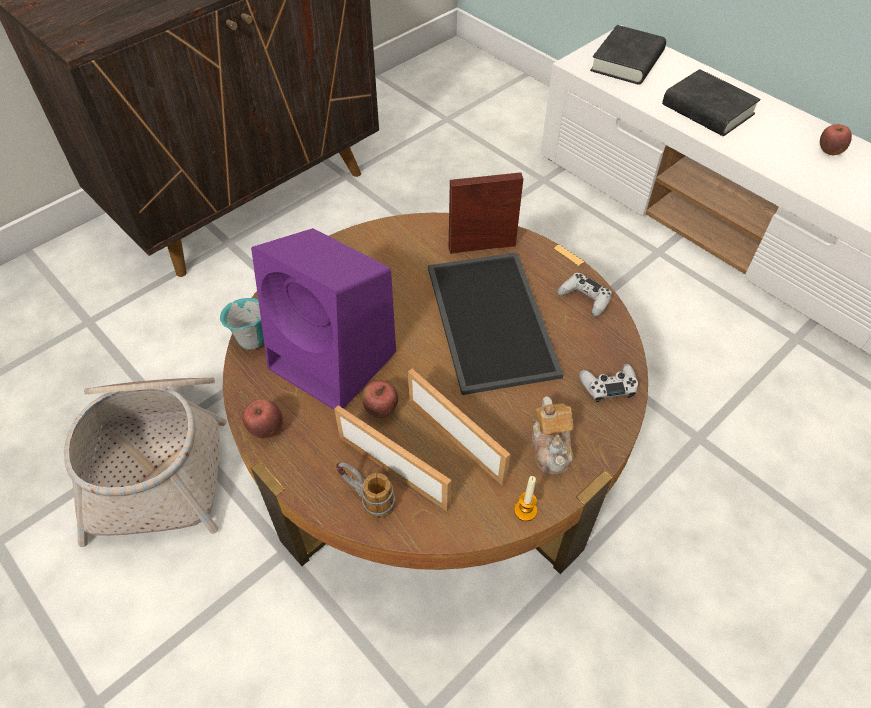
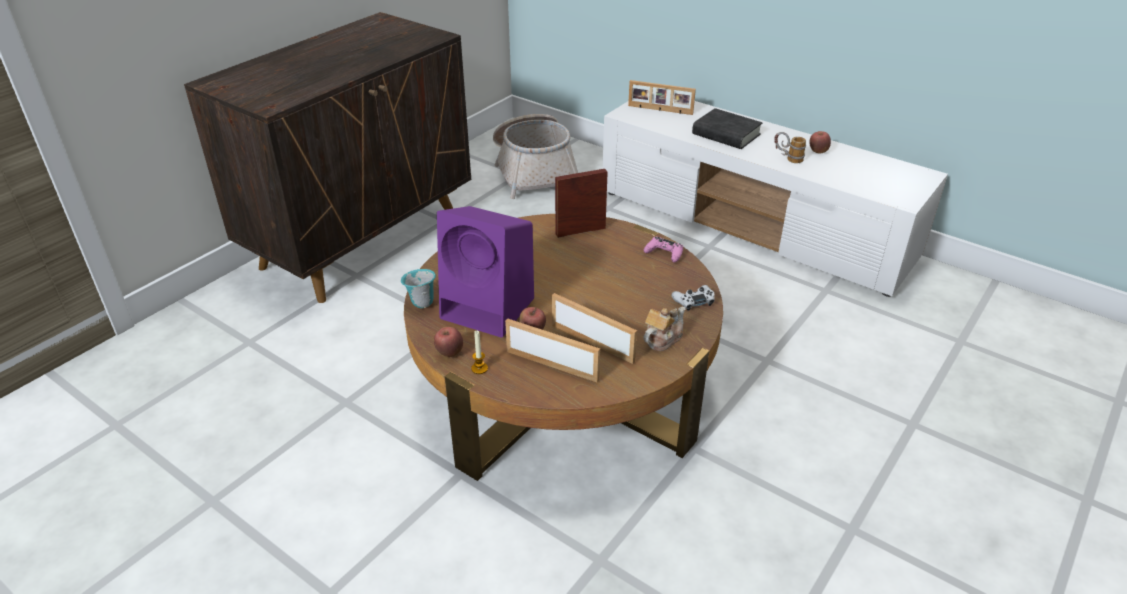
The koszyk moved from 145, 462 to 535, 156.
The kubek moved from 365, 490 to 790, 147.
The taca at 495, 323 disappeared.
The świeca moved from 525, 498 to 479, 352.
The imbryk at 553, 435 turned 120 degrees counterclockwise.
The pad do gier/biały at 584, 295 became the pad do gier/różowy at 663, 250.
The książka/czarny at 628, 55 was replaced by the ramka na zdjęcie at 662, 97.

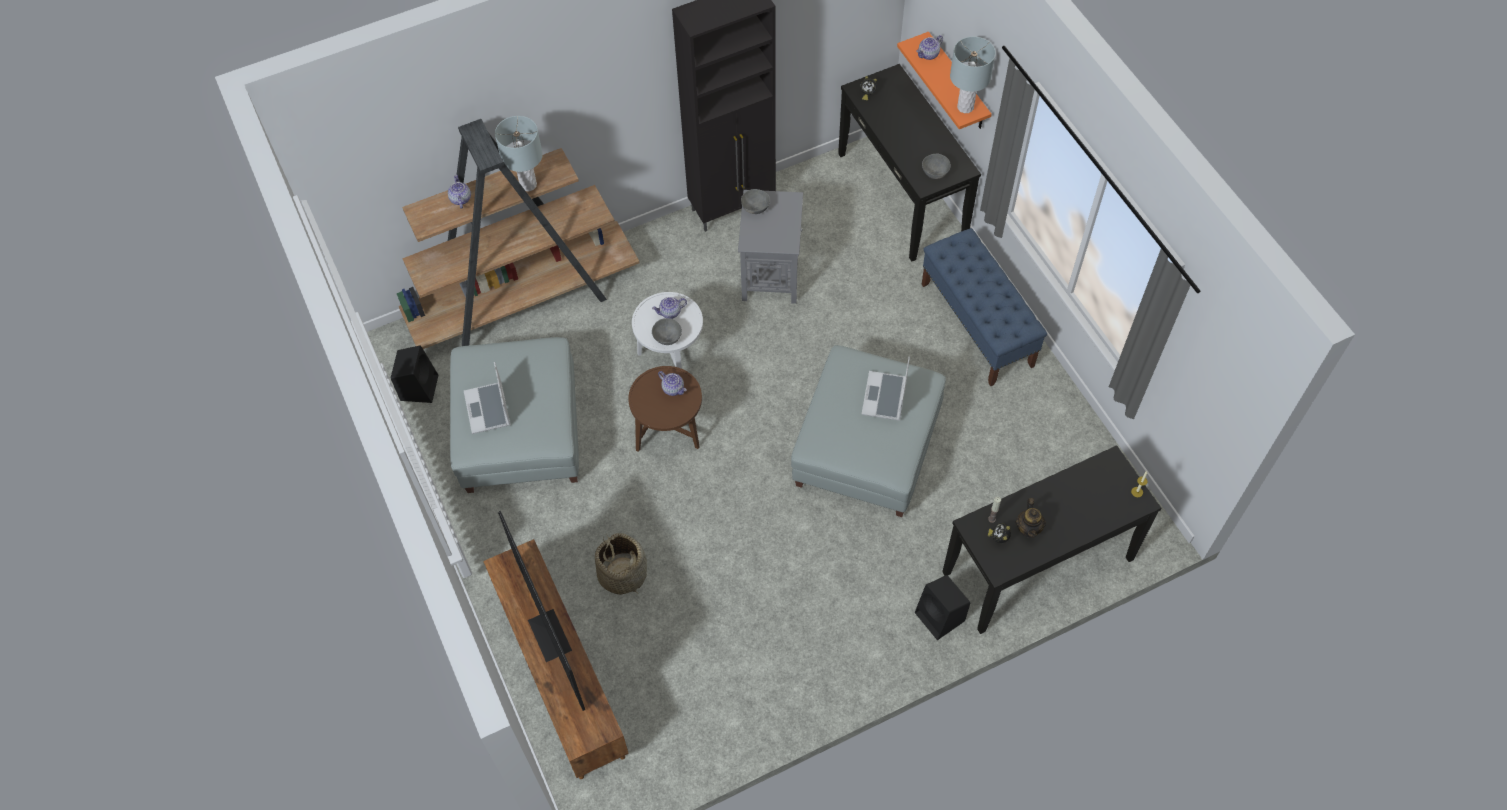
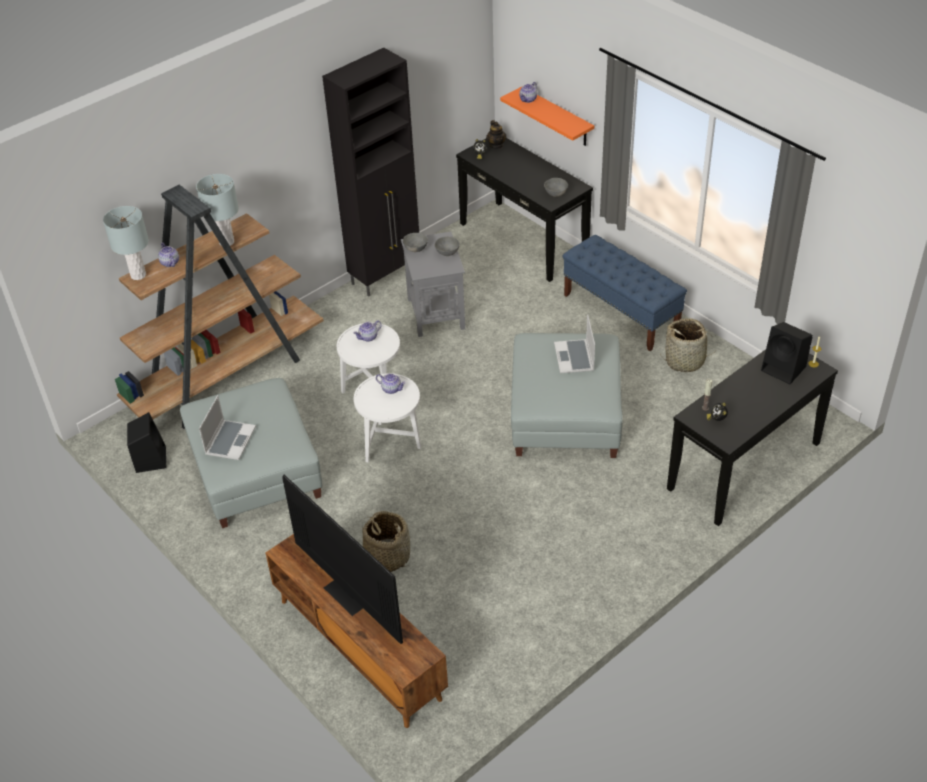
The laptop at 487, 398 turned 135 degrees counterclockwise.
The stolik/brązowy at 665, 409 became the stolik/biały at 387, 417.
The miska/szary moved from 667, 331 to 447, 246.
The głośnik/czarny moved from 942, 607 to 787, 353.
The lampa stołowa/szary moved from 973, 75 to 126, 243.
The imbryk moved from 1030, 518 to 496, 134.
The koszyk at 687, 345 appeared.

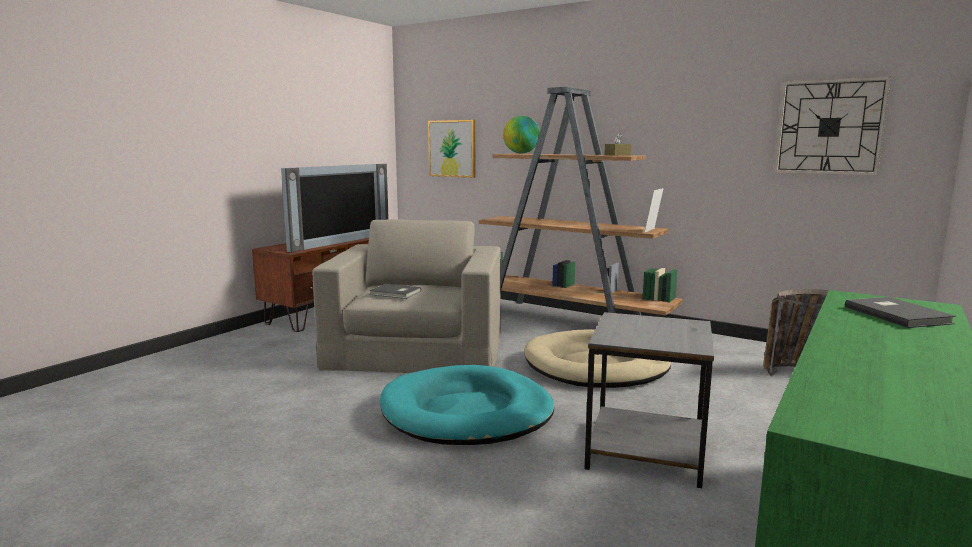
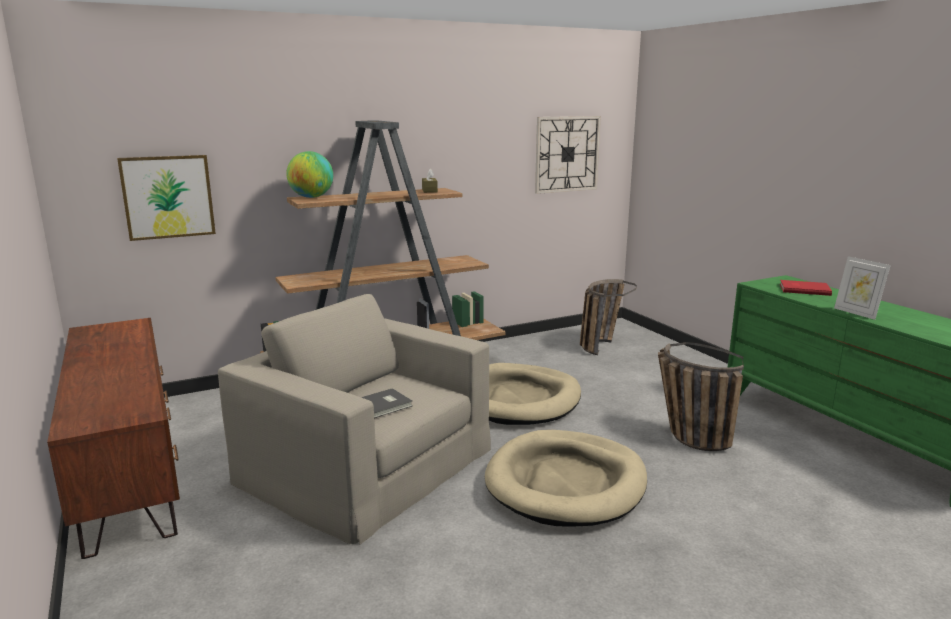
The telewizor at 335, 208 disappeared.
The legowisko/turkusowy at 467, 405 became the legowisko/beżowy at 566, 478.
The stolik/szary at 649, 400 was replaced by the koszyk at 701, 396.
The ramka na zdjęcie moved from 654, 210 to 862, 288.
The książka/szary at 900, 312 became the książka/czerwony at 806, 288.

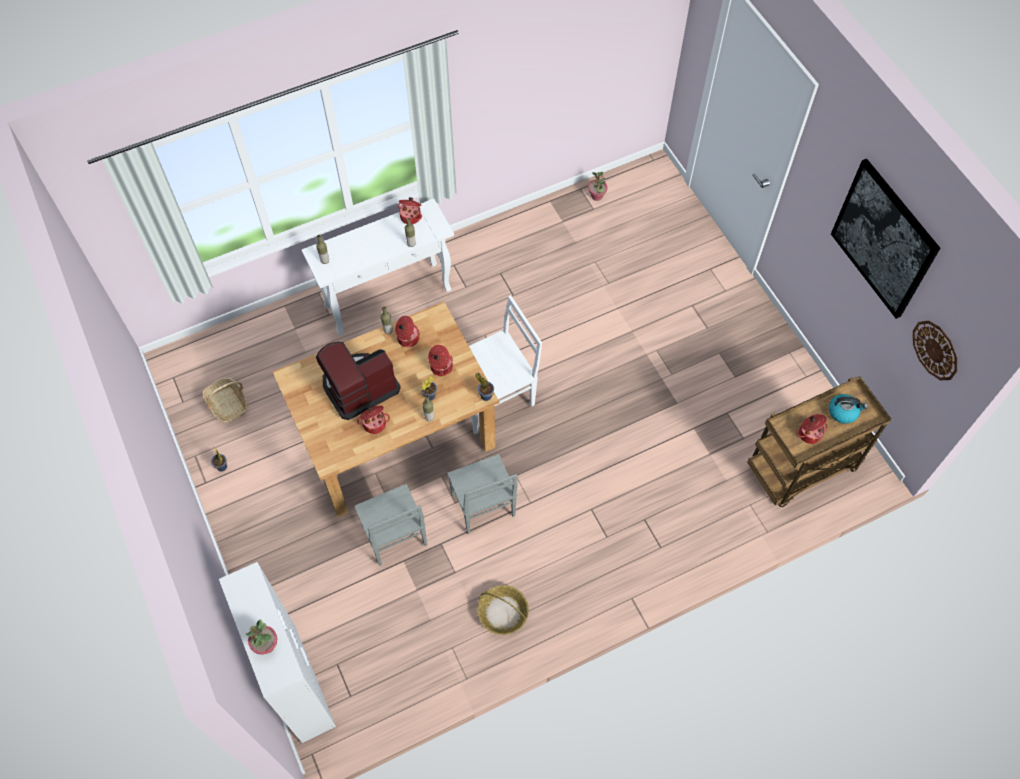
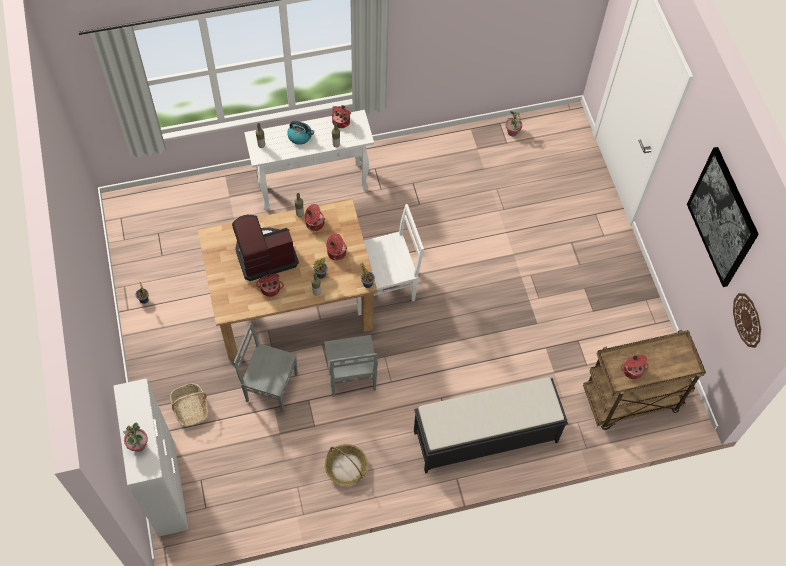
The koszyk moved from 225, 400 to 189, 405.
The krzesło/szary at 390, 525 turned 120 degrees clockwise.
The czajnik moved from 848, 409 to 300, 133.
The ławka/czarny at 491, 425 appeared.

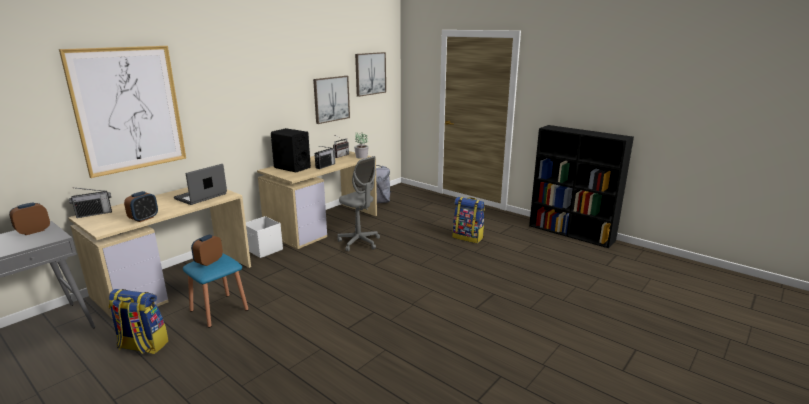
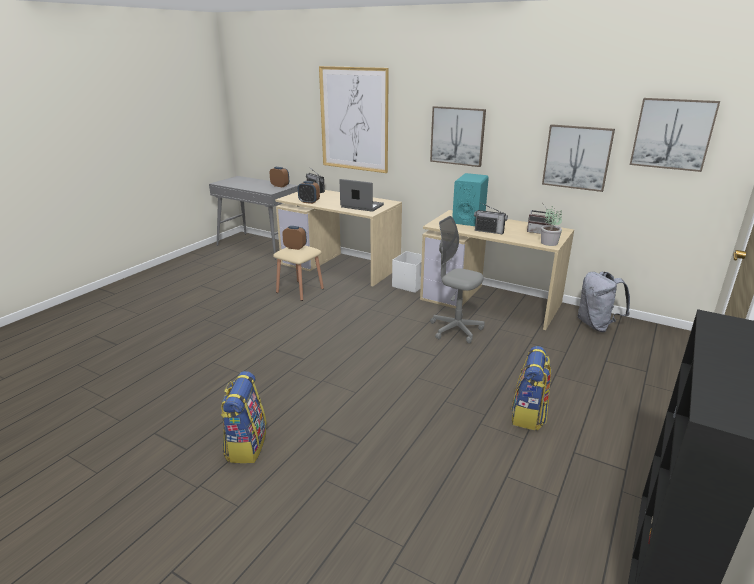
The plecak moved from 138, 321 to 244, 417.
The stołek/niebieski at 216, 291 became the stołek/beżowy at 298, 273.
The głośnik/czarny at 291, 150 became the głośnik/turkusowy at 470, 199.
The krzesło biurowe/szary at 358, 203 turned 90 degrees clockwise.
The obraz at 458, 136 appeared.

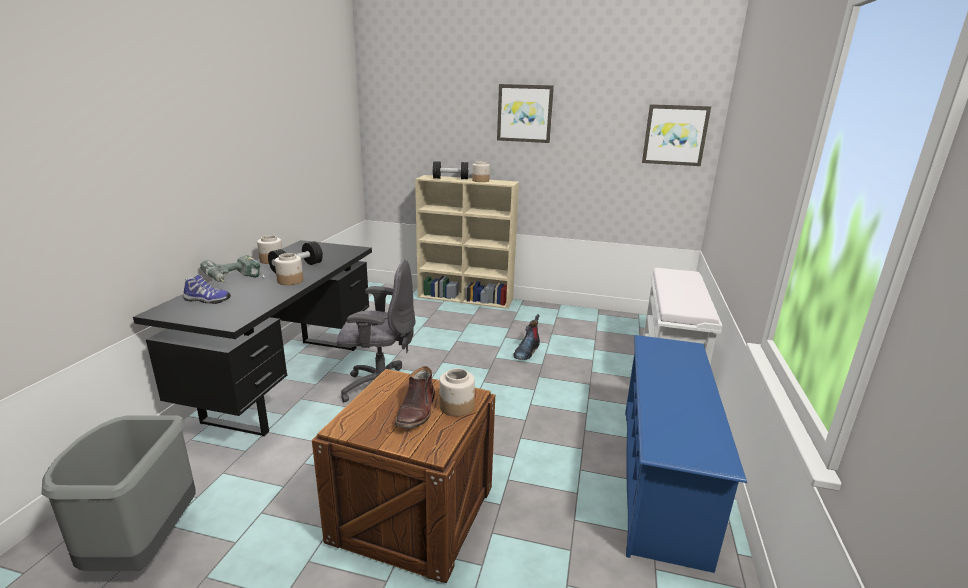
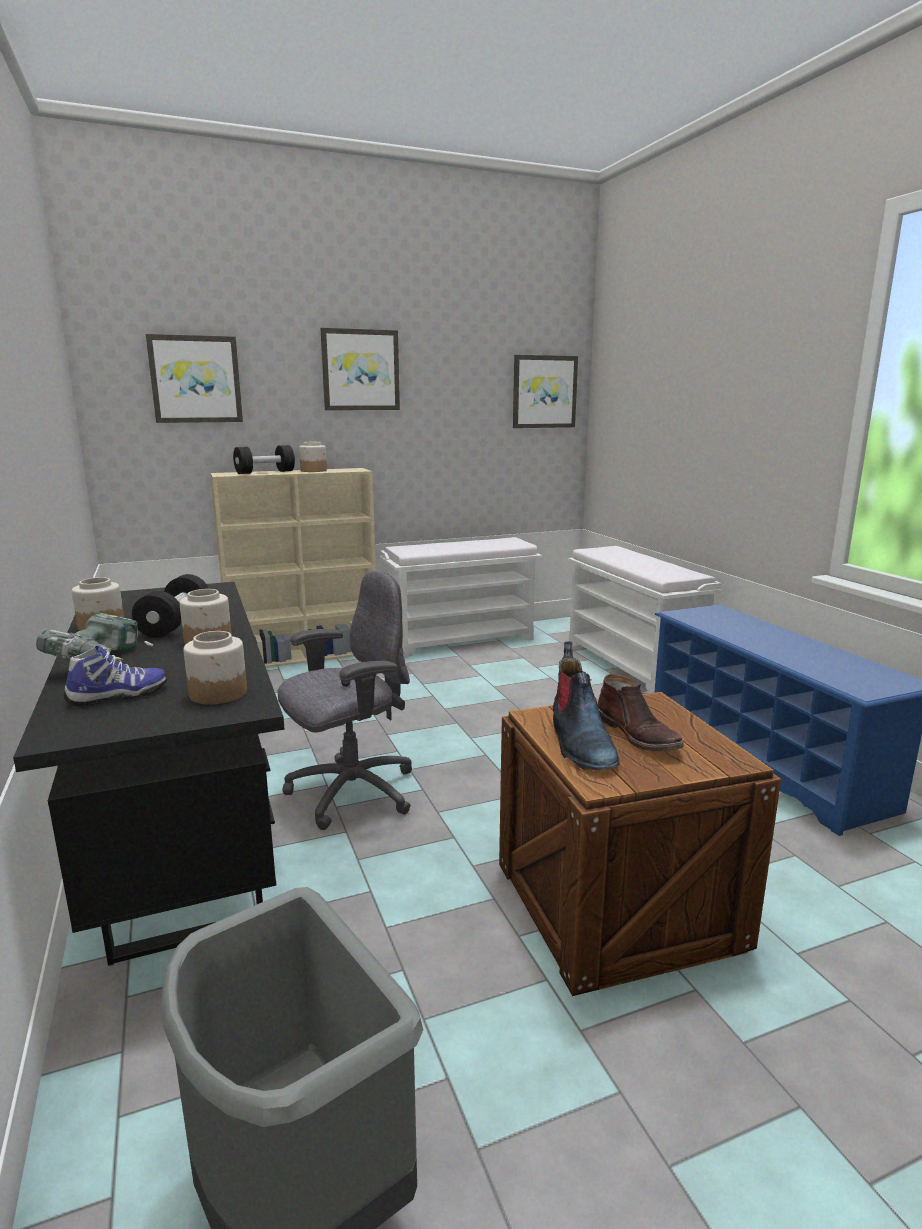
The słoik moved from 457, 392 to 215, 667.
The but z cholewką moved from 527, 337 to 586, 705.
The obraz at 194, 378 appeared.
The ławka/biały at 461, 597 appeared.

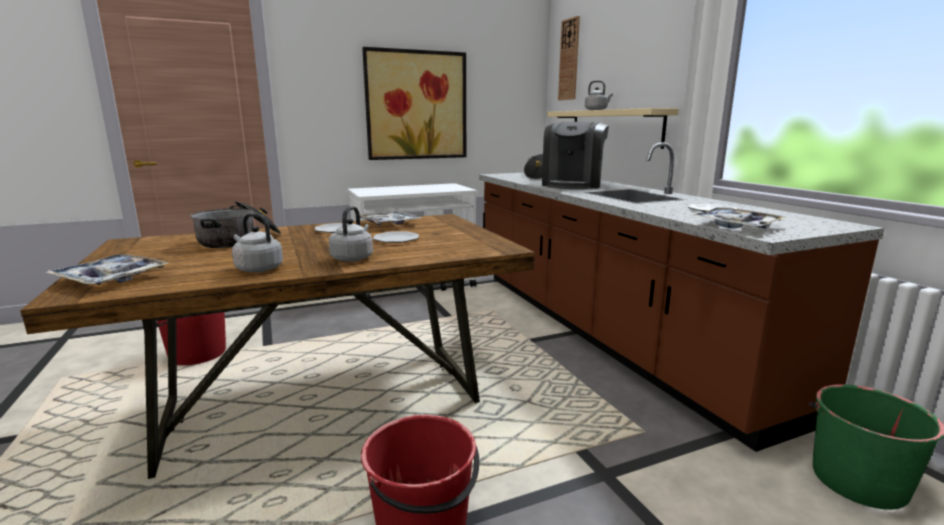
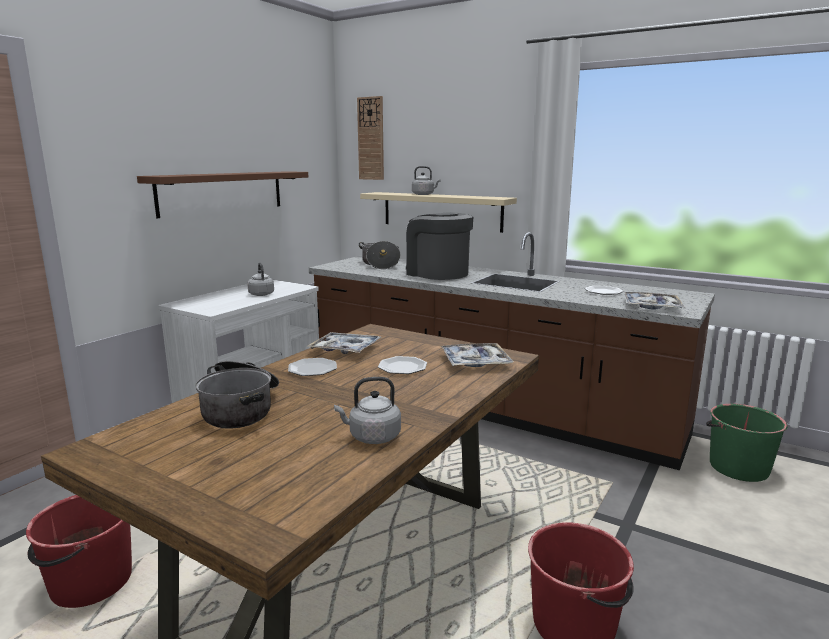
The taca moved from 106, 269 to 477, 355.
The czajnik/szary moved from 351, 234 to 260, 279.
The obraz at 414, 103 was replaced by the półka/brązowy at 222, 194.
The ekspres do kawy at 575, 155 turned 150 degrees clockwise.

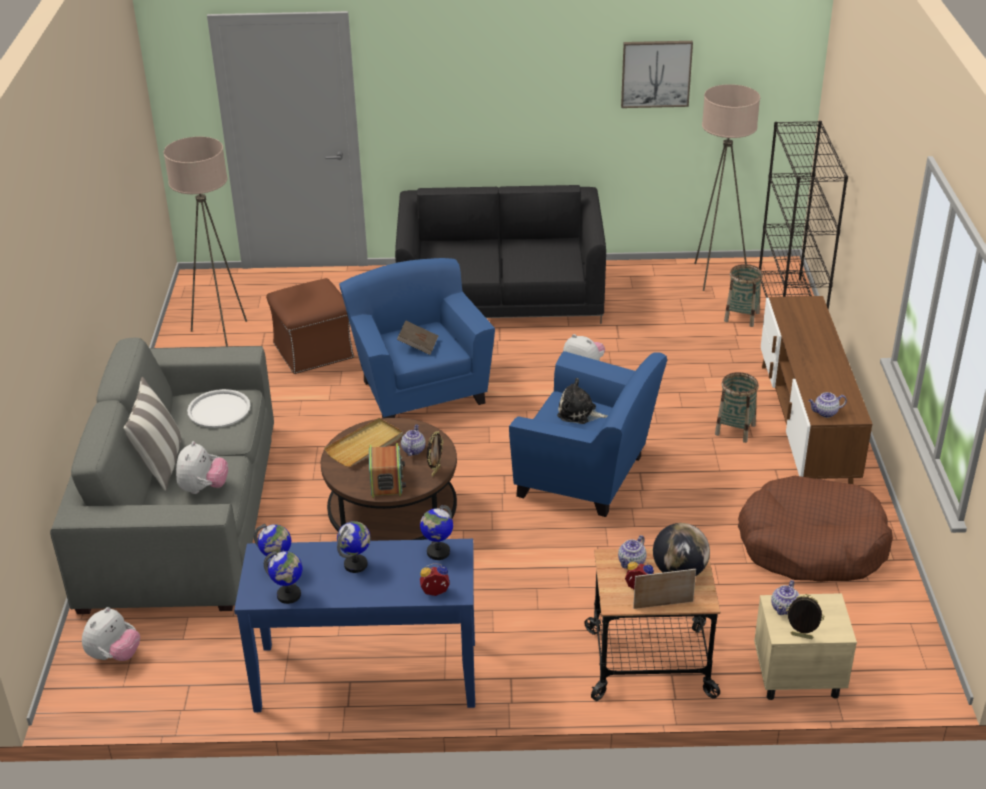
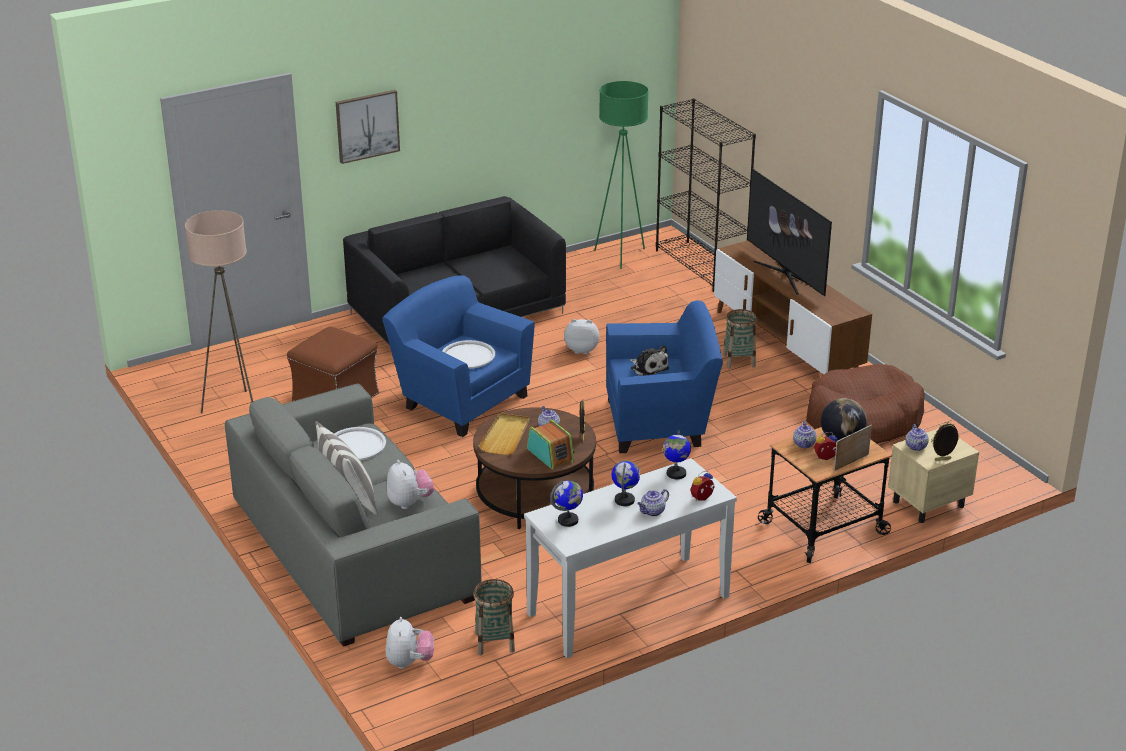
The stolik konsolowy/niebieski at 354, 625 became the stolik konsolowy/biały at 630, 558.
The globus at 283, 577 disappeared.
The książka/brązowy at 417, 337 was replaced by the taca/biały at 468, 354.
The pluszak at 582, 401 turned 120 degrees counterclockwise.
The obraz moved from 657, 74 to 368, 127.
The lampa stojąca/beżowy at 727, 187 became the lampa stojąca/zielony at 621, 175.
The koszyk moved from 743, 295 to 494, 617.
The imbryk moved from 827, 405 to 653, 502.
The telewizor at 789, 232 appeared.

